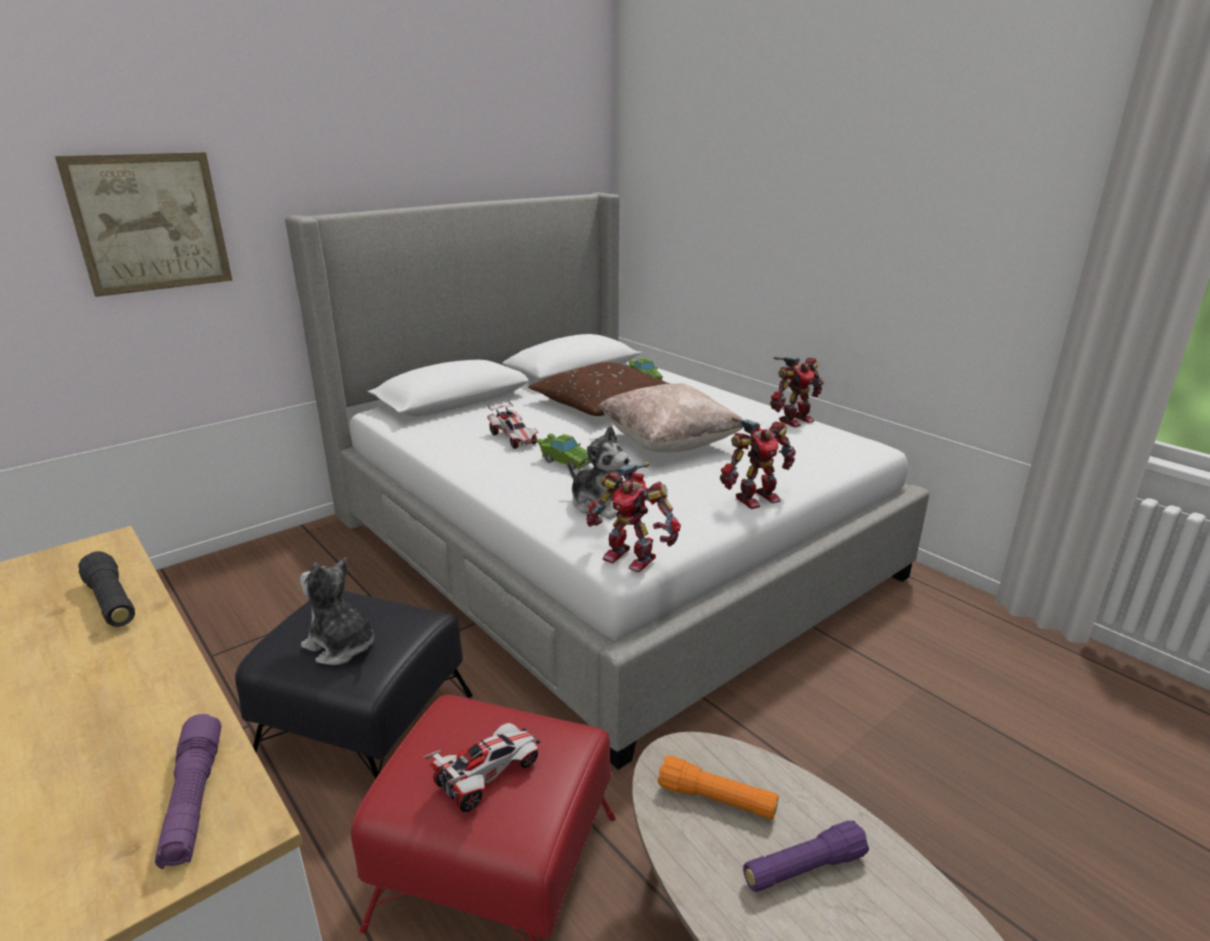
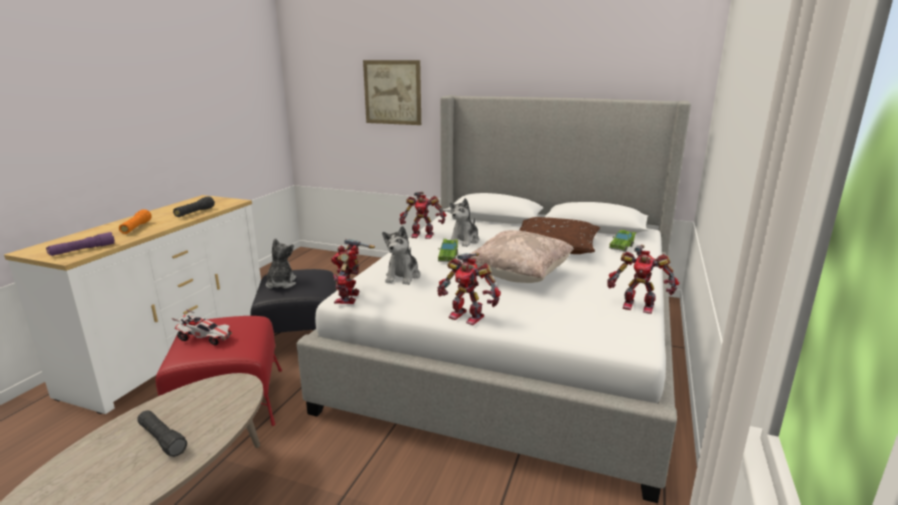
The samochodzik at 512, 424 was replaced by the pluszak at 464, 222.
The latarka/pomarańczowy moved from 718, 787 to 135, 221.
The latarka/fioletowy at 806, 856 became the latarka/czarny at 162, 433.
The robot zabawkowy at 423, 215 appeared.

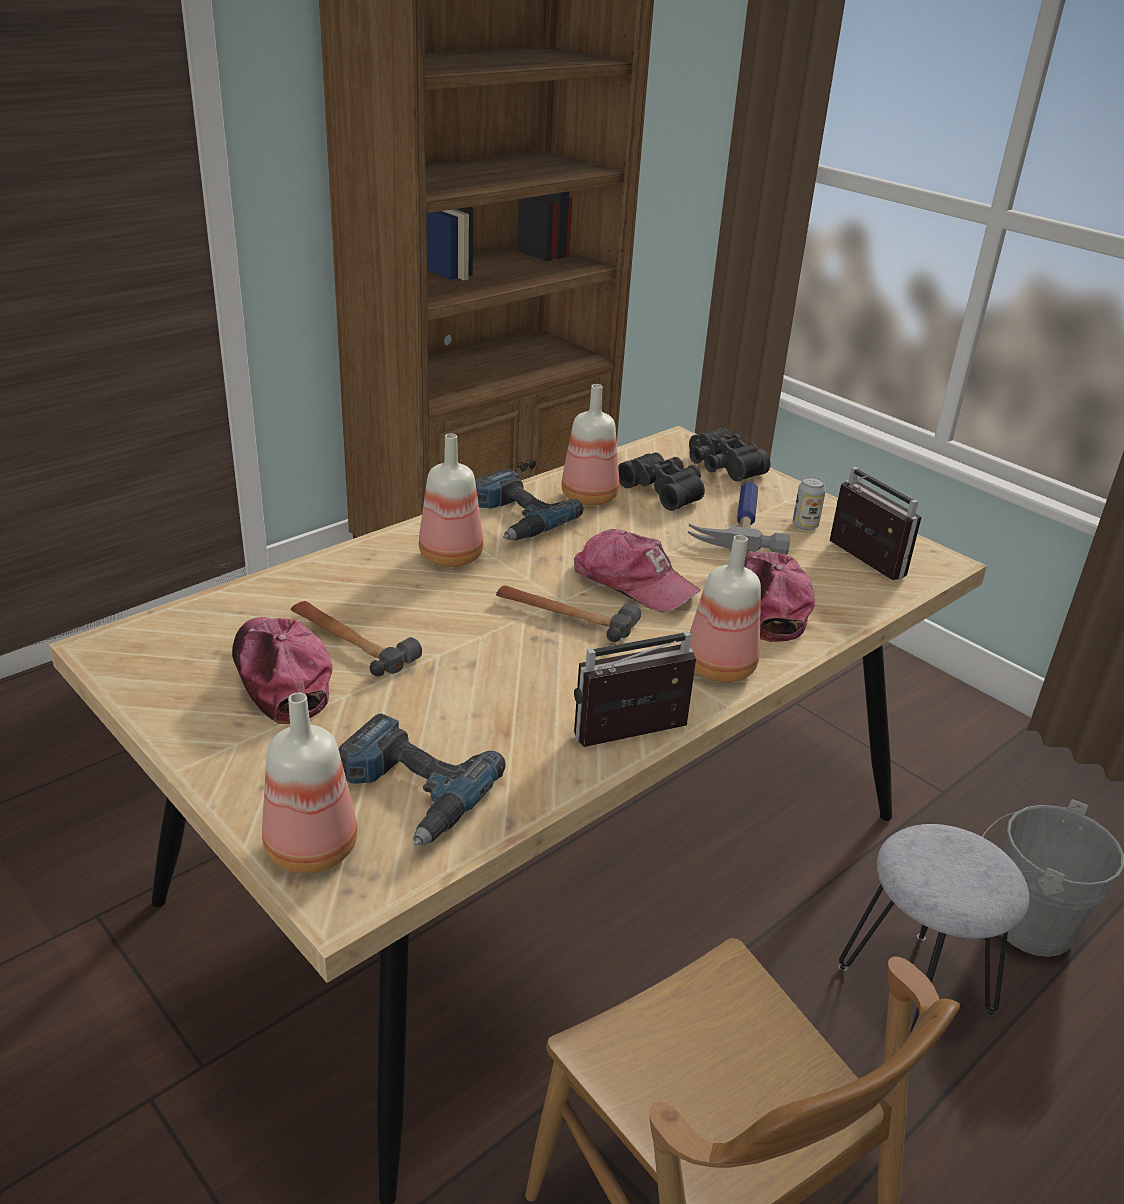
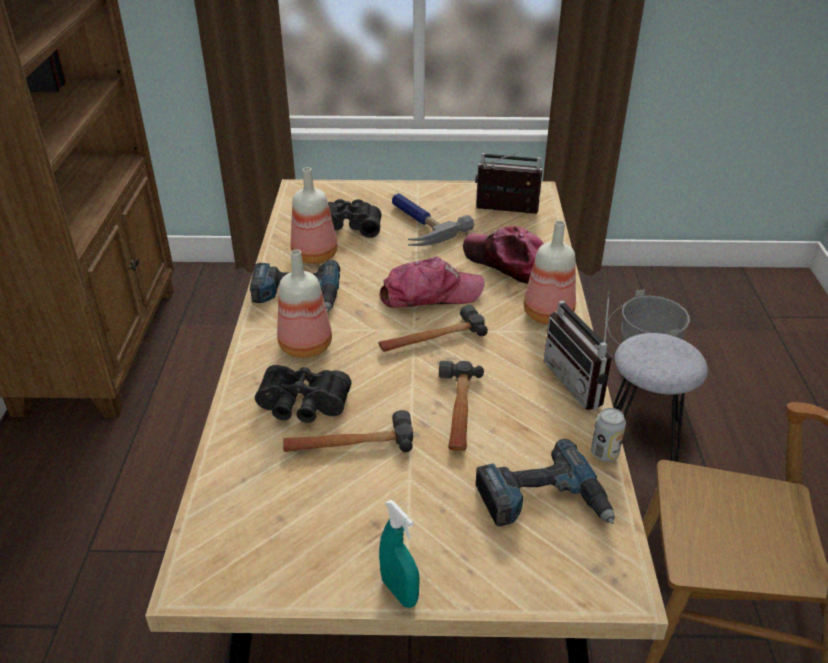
The czapka z daszkiem at 282, 670 disappeared.
The butelka at 310, 782 disappeared.
The radio at 635, 689 turned 45 degrees counterclockwise.
The lornetka/czarny moved from 730, 455 to 303, 394.
The puszka moved from 809, 503 to 608, 435.
The spryskiwacz/turkusowy at 399, 554 appeared.
The młotek at 461, 406 appeared.

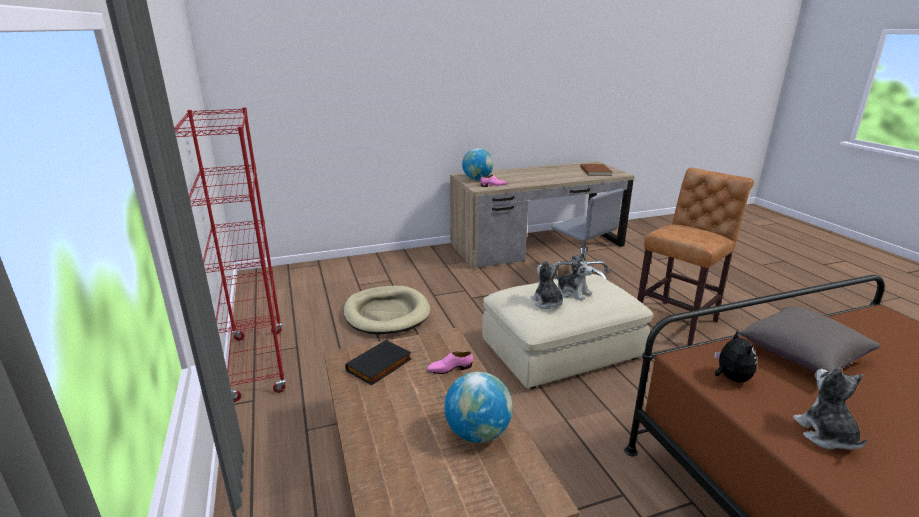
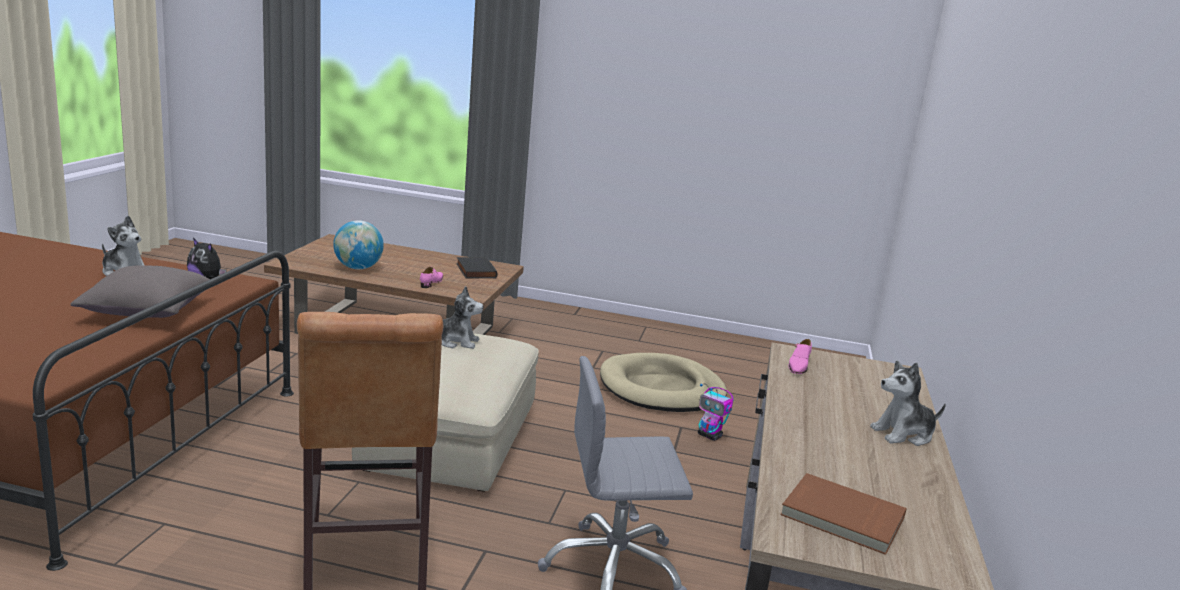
The regał/czerwony at 230, 254 disappeared.
The globus at 478, 164 disappeared.
The pluszak moved from 574, 277 to 908, 403.
The robot zabawkowy at 716, 412 appeared.

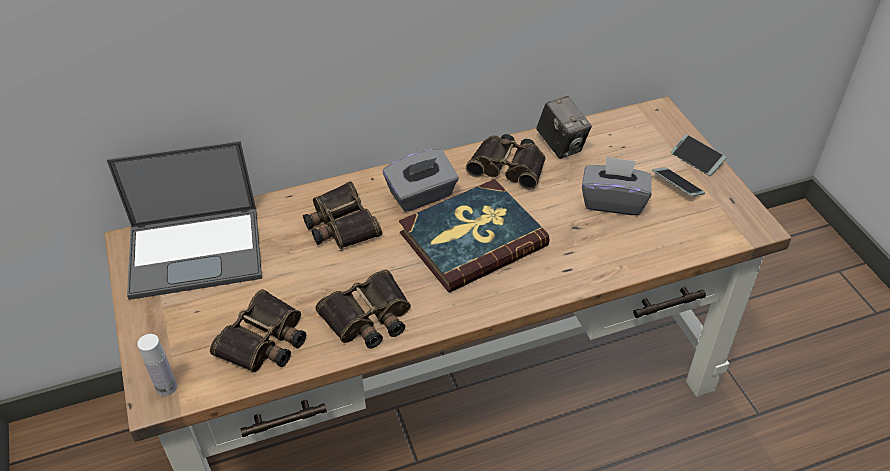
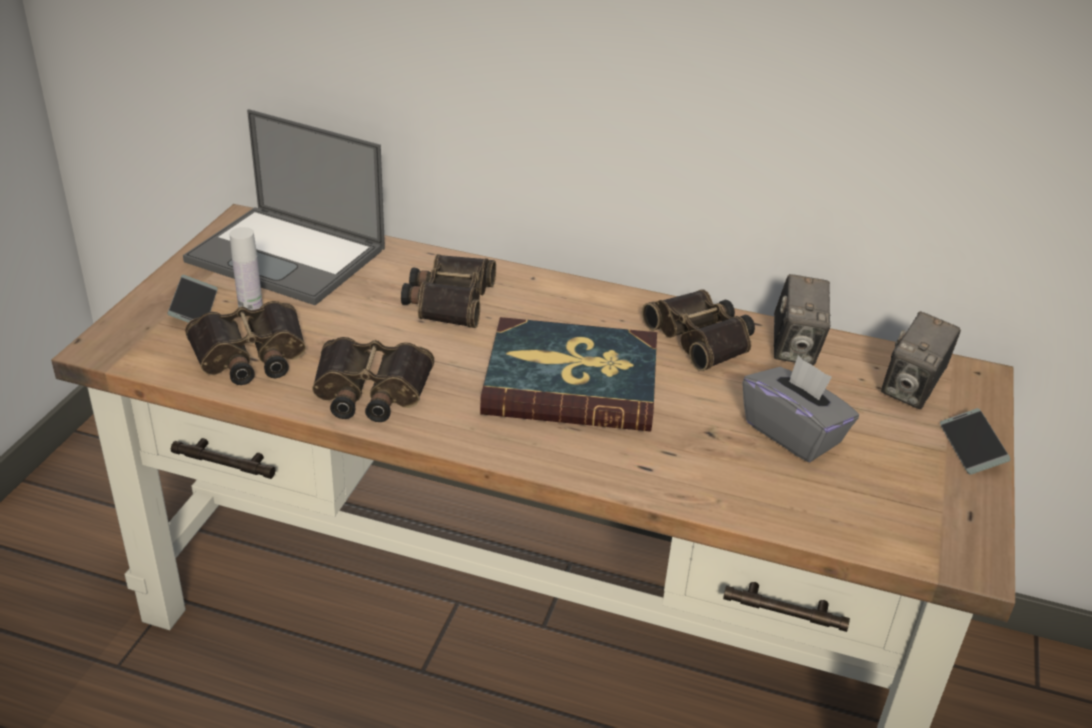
The butelka/biały moved from 157, 365 to 246, 268.
The pudełko chusteczek/szary at 420, 180 disappeared.
The telefon moved from 678, 182 to 193, 299.
The aparat fotograficzny at 921, 360 appeared.

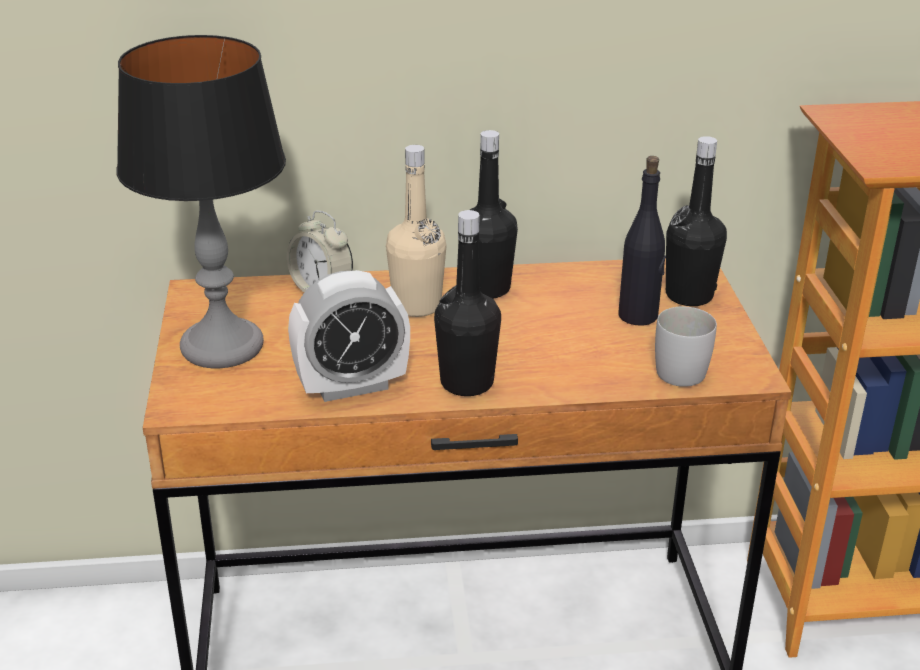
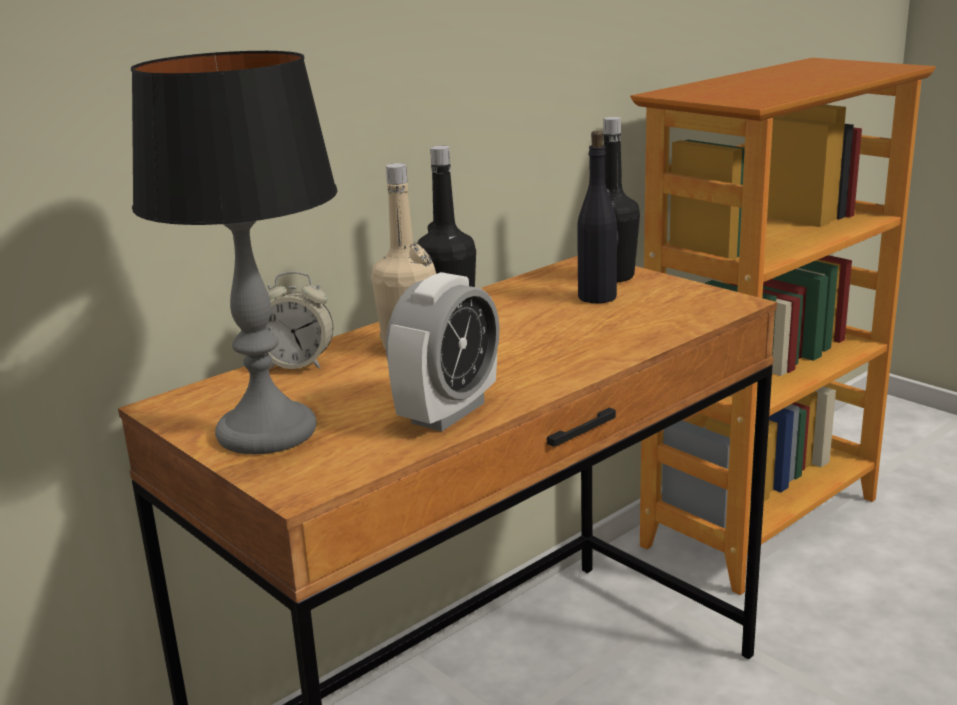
The butelka/czarny at 467, 303 disappeared.
The kubek/biały at 686, 346 disappeared.

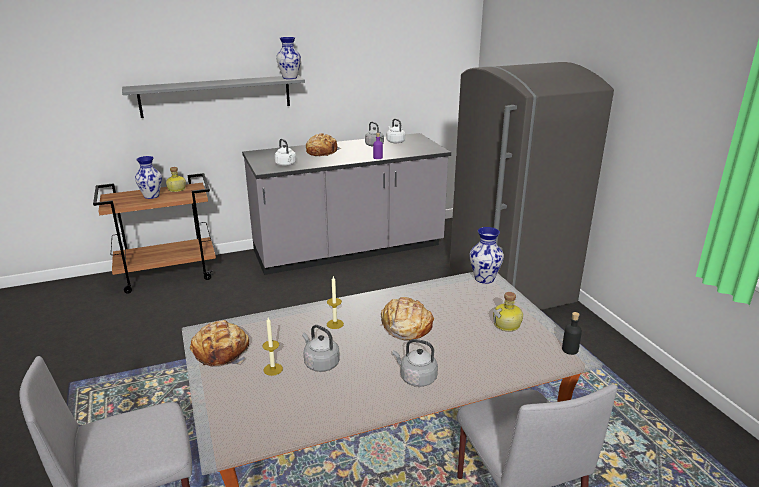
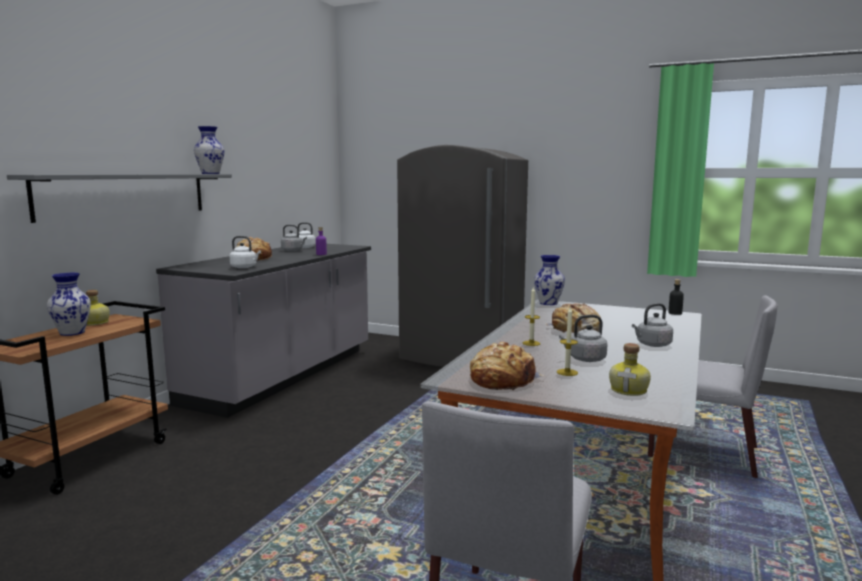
The butelka moved from 508, 311 to 630, 369.

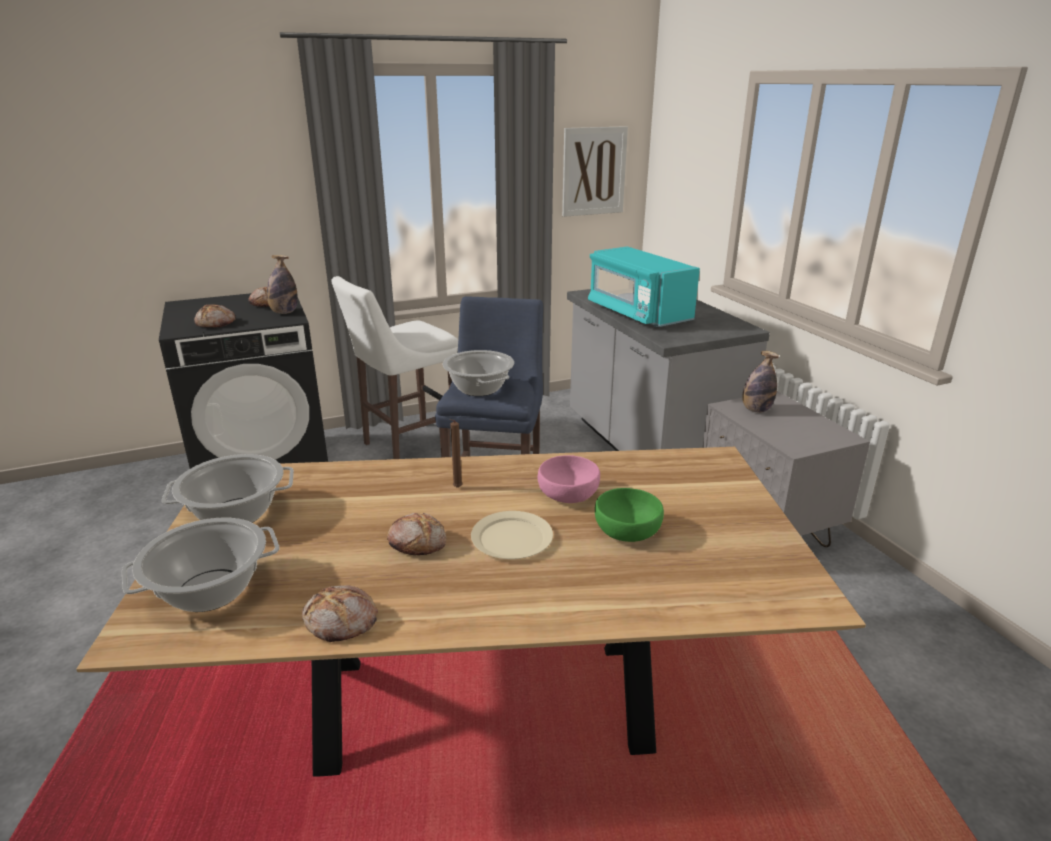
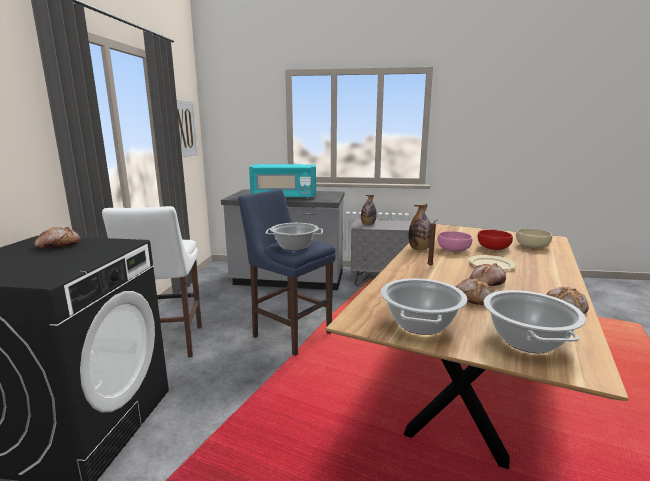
The chleb moved from 215, 315 to 474, 292.
The butelka moved from 282, 284 to 419, 227.
The miska/zielony at 629, 515 became the miska/czerwony at 495, 240.
The miska/beżowy at 534, 238 appeared.

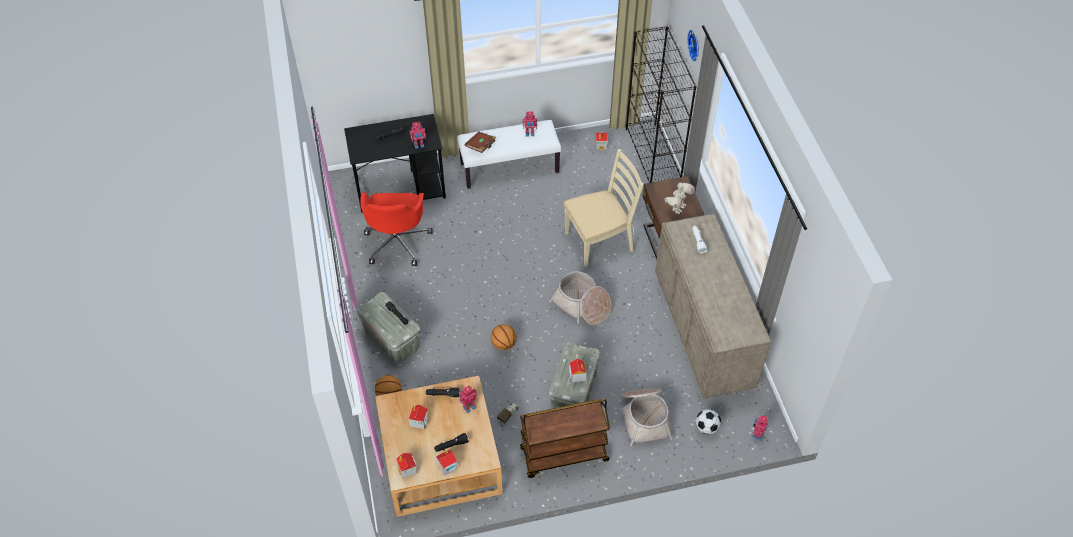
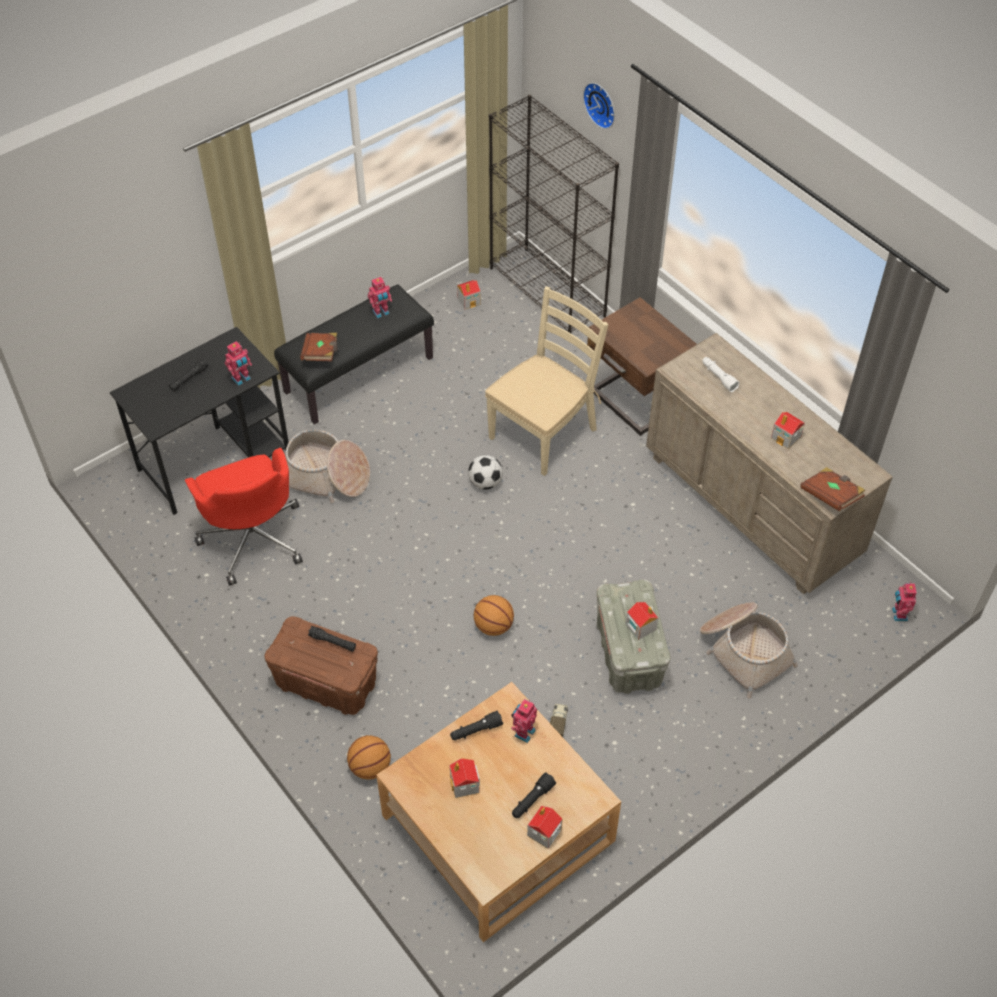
The pojemnik do przechowywania/szary at 388, 327 became the pojemnik do przechowywania/brązowy at 321, 665.
The domek moved from 406, 466 to 788, 430.
The ławka/biały at 509, 154 became the ławka/czarny at 354, 354.
The wózek/brązowy at 565, 438 disappeared.
The koszyk moved from 580, 298 to 327, 466.
The robot zabawkowy at 680, 198 disappeared.
The piłka futbolowa moved from 708, 422 to 485, 472.
The książka/brązowy at 833, 489 appeared.

